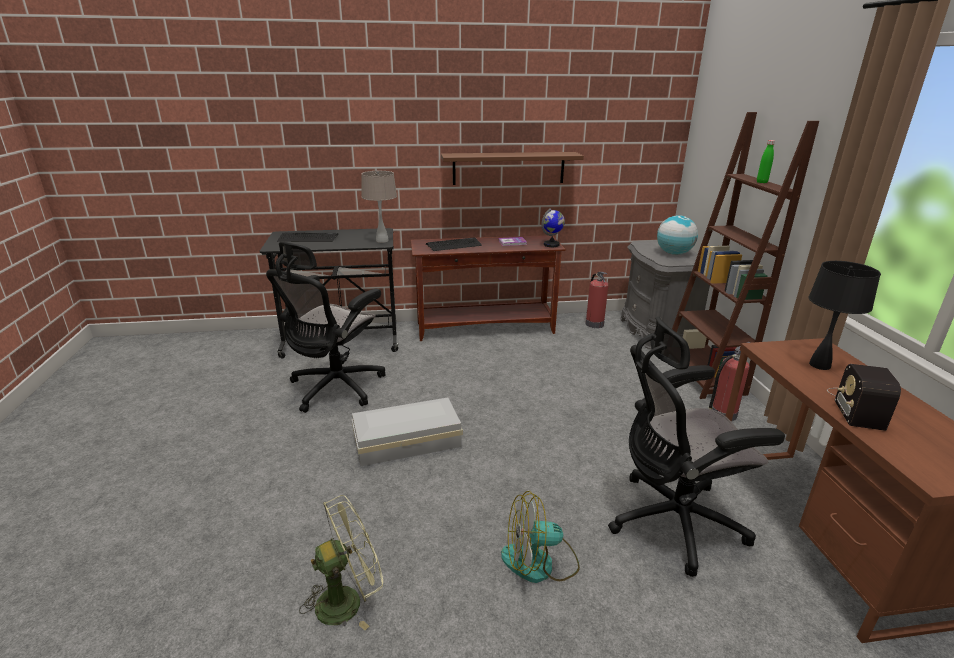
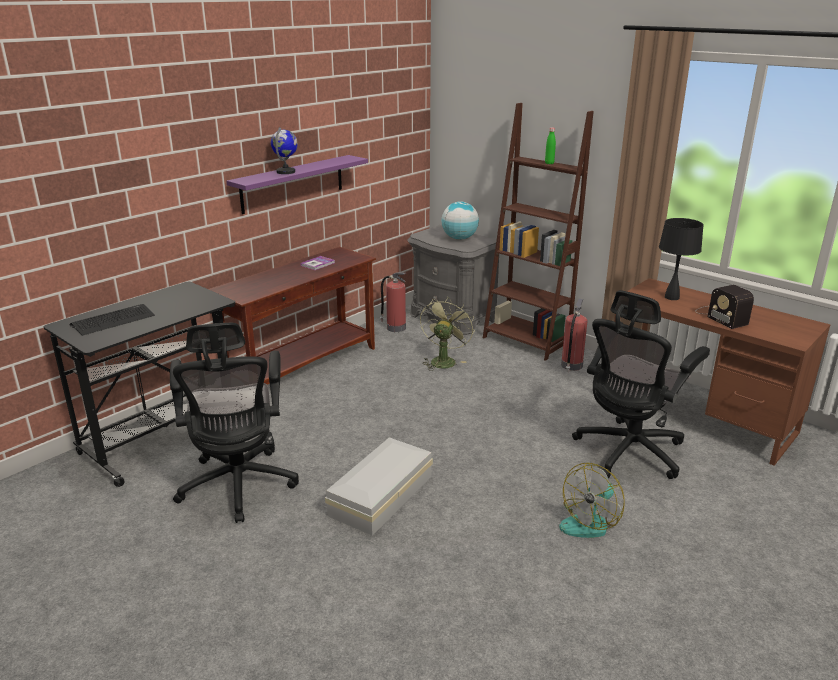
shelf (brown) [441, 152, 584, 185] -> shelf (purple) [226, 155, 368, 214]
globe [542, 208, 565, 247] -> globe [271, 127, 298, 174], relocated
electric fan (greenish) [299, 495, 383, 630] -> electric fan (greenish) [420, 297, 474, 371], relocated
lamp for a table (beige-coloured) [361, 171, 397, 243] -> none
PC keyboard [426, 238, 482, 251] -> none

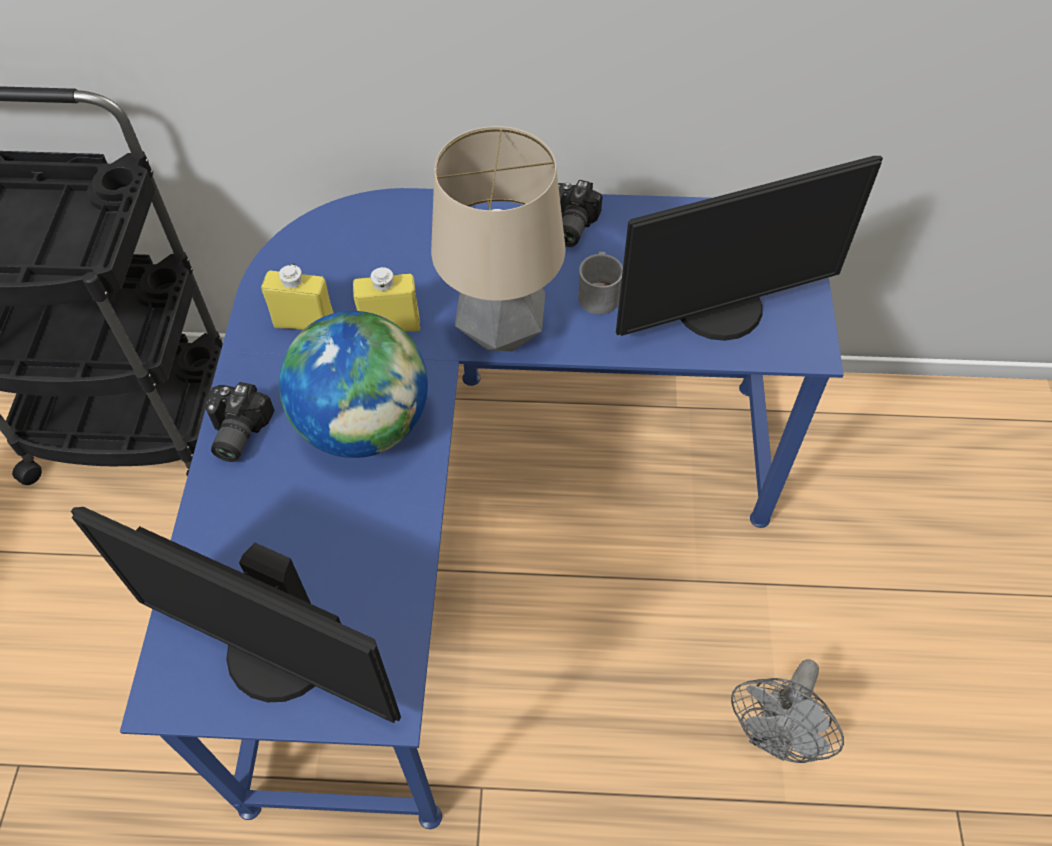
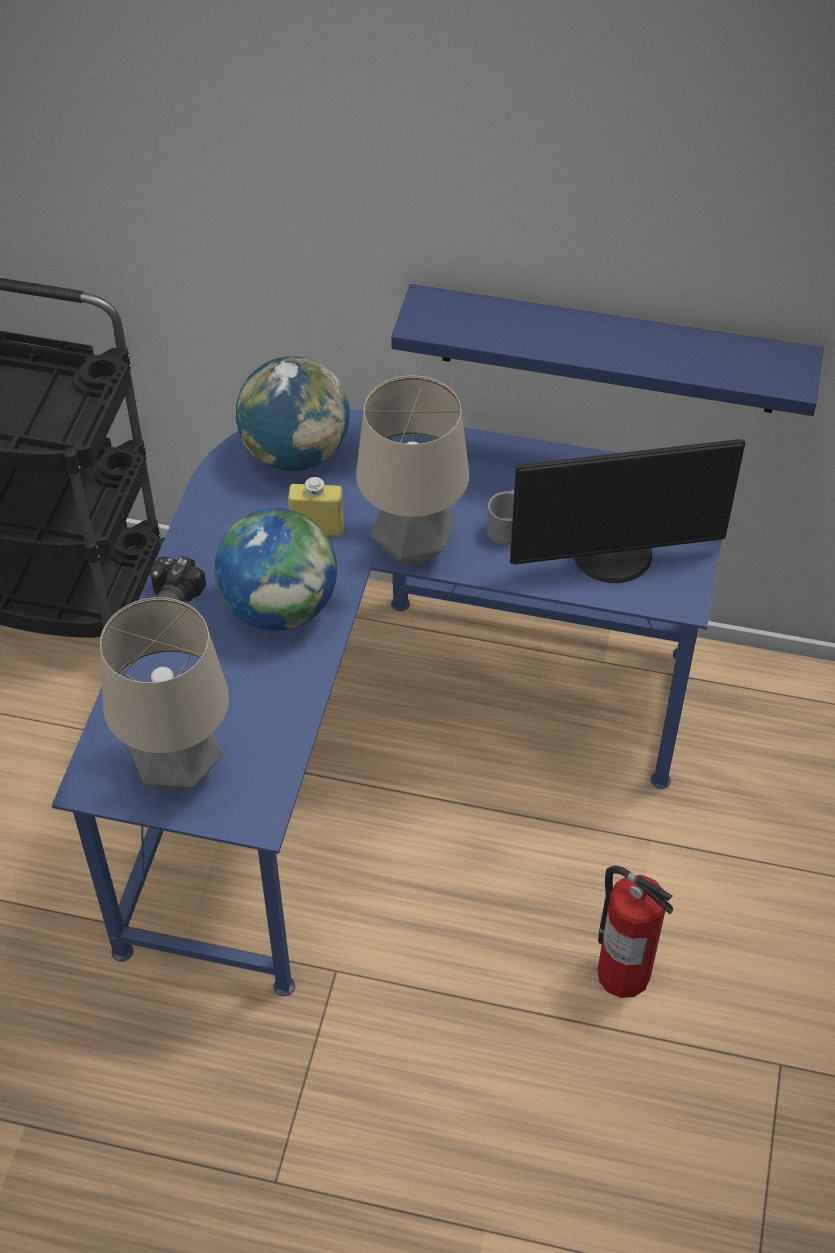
computer display [71, 507, 401, 723] -> lamp for a table [100, 597, 229, 792]
none -> globe [236, 356, 350, 471]
none -> shelf (bluish) [391, 284, 824, 416]
electric fan (grey) [731, 659, 844, 763] -> fire extinguisher [597, 865, 673, 998]
bottle (yellow) [261, 264, 333, 330] -> none
still camera [558, 180, 603, 247] -> none

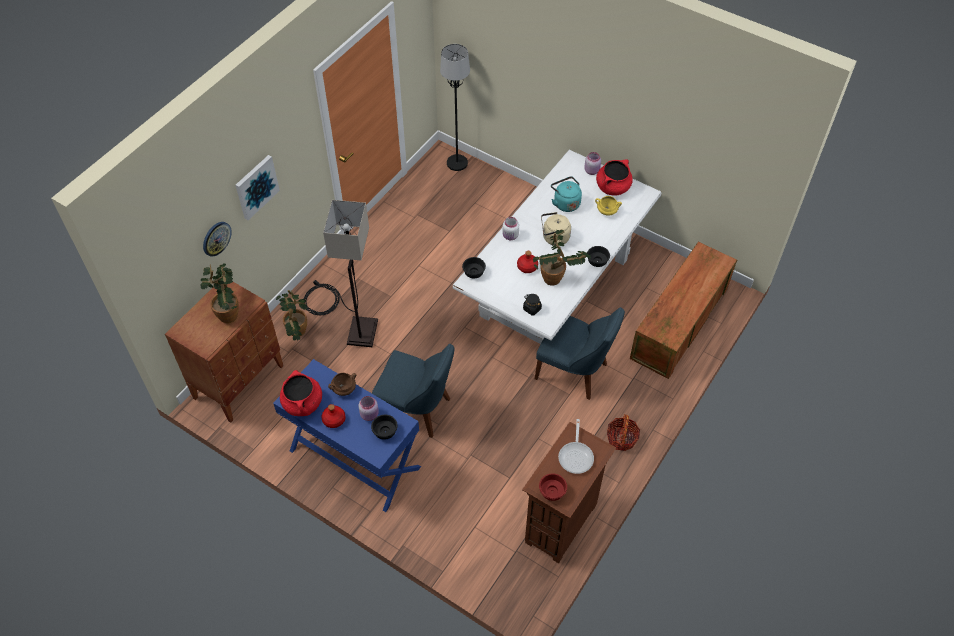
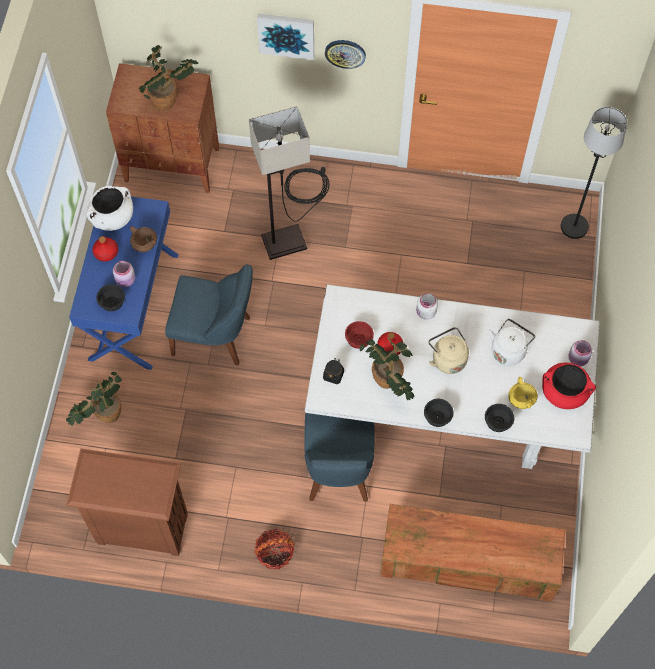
plant in a pot [276, 290, 307, 340] -> plant in a pot [66, 372, 122, 426], relocated
cooking pot (red-coloured) [280, 370, 322, 416] -> cooking pot (white-coloured) [86, 186, 133, 231]
chair (bluish) [372, 344, 454, 438] -> chair (bluish) [165, 264, 253, 365], 75 degrees counterclockwise
wall clock [203, 222, 232, 256] -> wall clock [325, 40, 366, 69], relocated
bowl (red-coloured) [539, 473, 567, 501] -> bowl (red-coloured) [345, 321, 374, 349], relocated
bowl (black-coloured) [462, 257, 486, 278] -> bowl (black-coloured) [485, 404, 514, 432], relocated
kettle (turquoise) [551, 176, 582, 212] -> kettle (white-coloured) [489, 319, 535, 366]
frying pan [558, 419, 594, 474] -> none

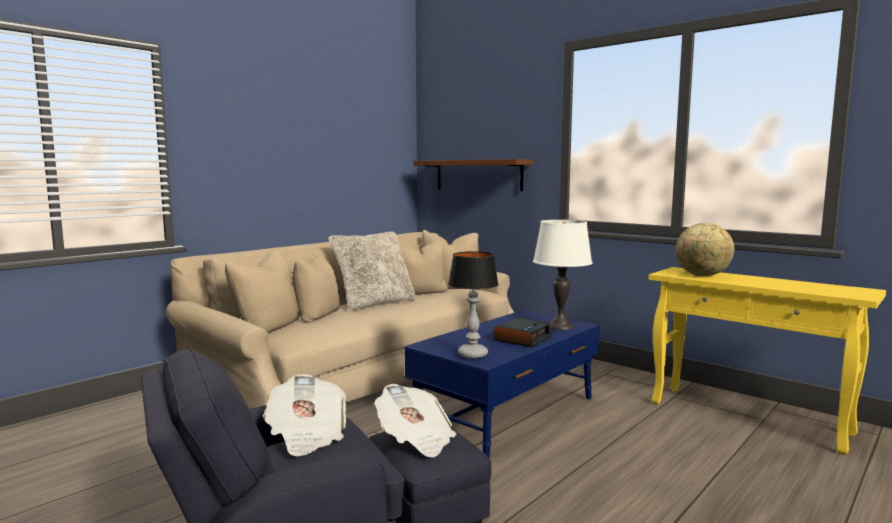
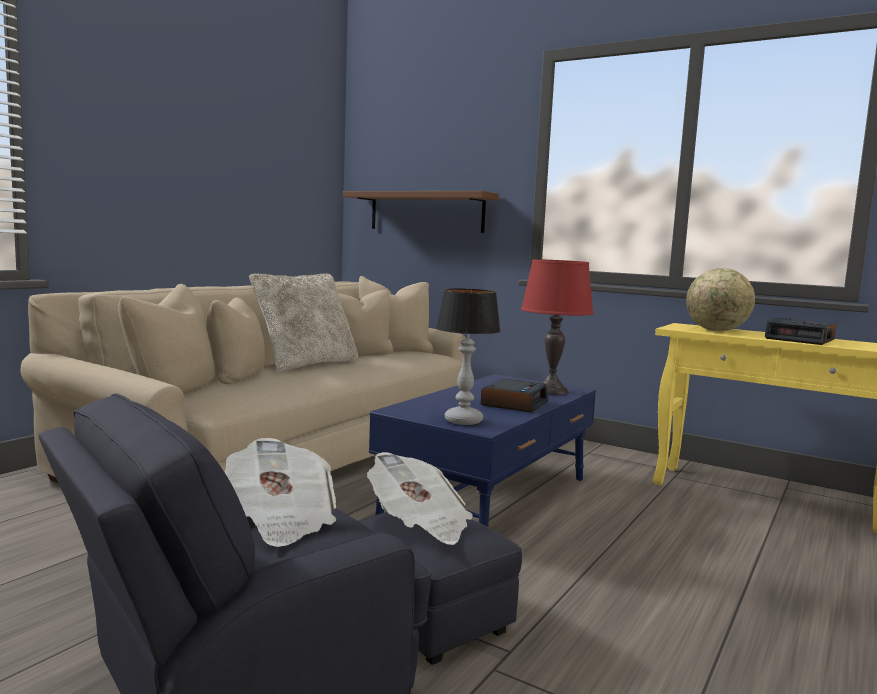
lamp for a table (white-coloured) [533, 220, 593, 330] -> lamp for a table (red-coloured) [521, 259, 594, 395]
none -> bedside clock [765, 318, 836, 345]

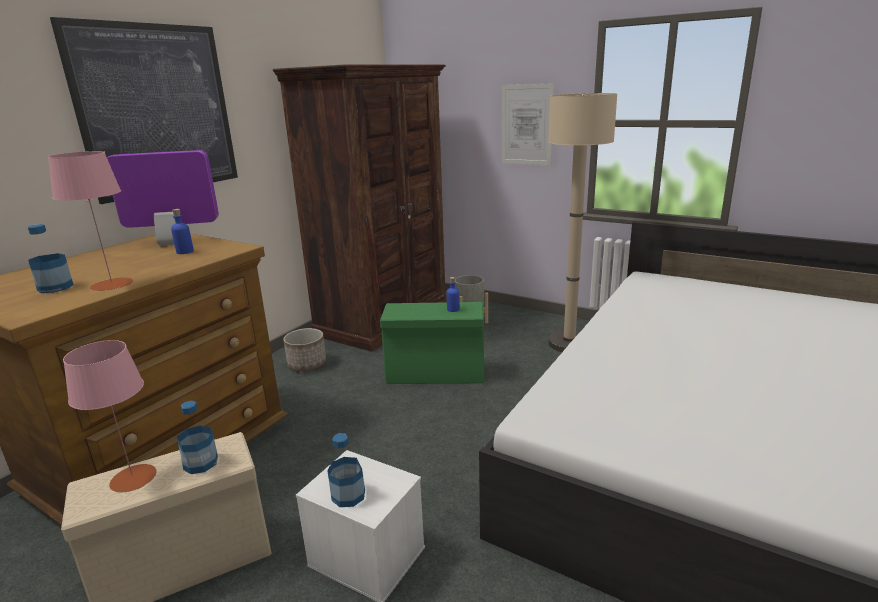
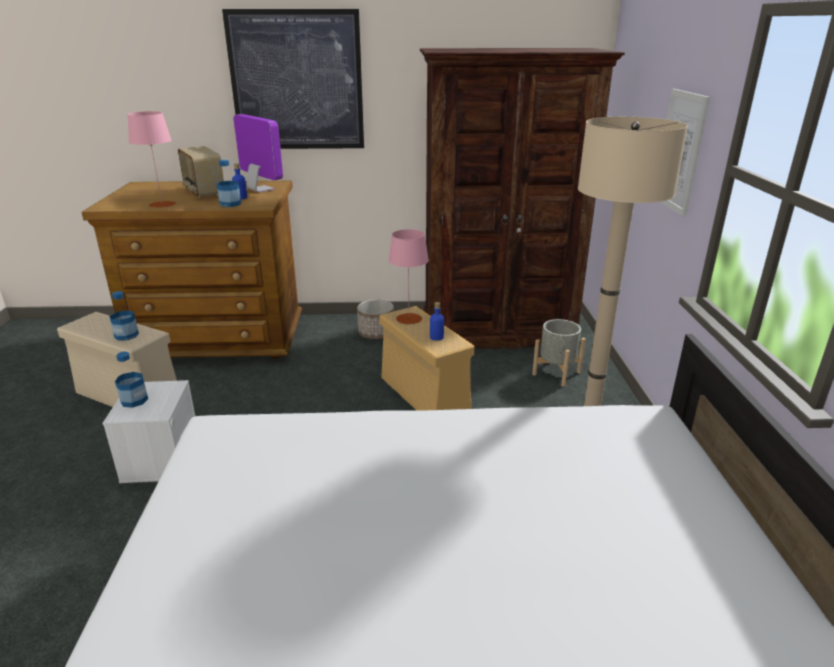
none -> radio receiver [178, 146, 224, 198]
bottle [28, 224, 74, 293] -> bottle [217, 160, 241, 207], relocated
storage box (greenish) [380, 302, 484, 384] -> storage box (beige-coloured) [379, 306, 475, 411]
lamp for a table (pinkish) [63, 340, 156, 492] -> lamp for a table (pinkish) [388, 229, 429, 324], relocated

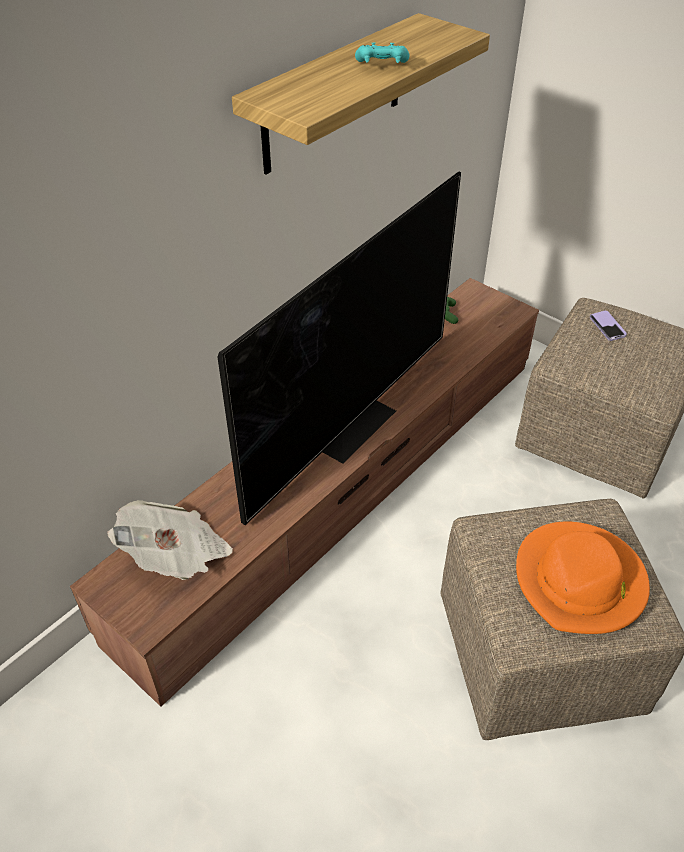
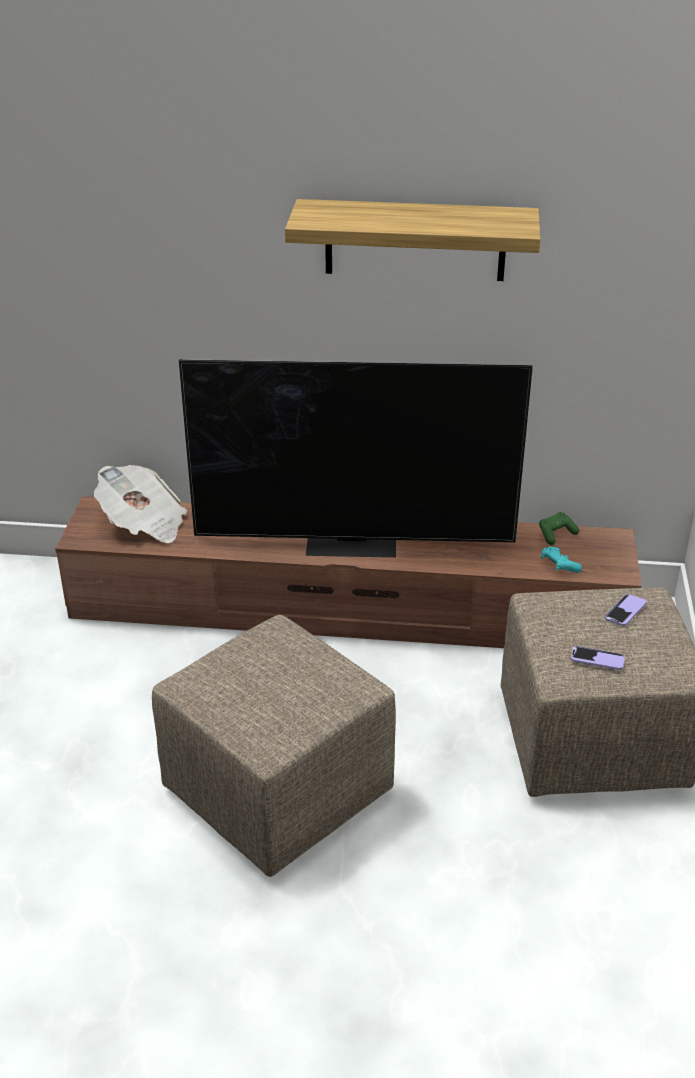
game controller (turquoise) [355, 42, 410, 63] -> game controller (turquoise) [541, 547, 582, 573], relocated
none -> phone [571, 646, 625, 670]
hat (orange-coloured) [516, 521, 650, 634] -> none

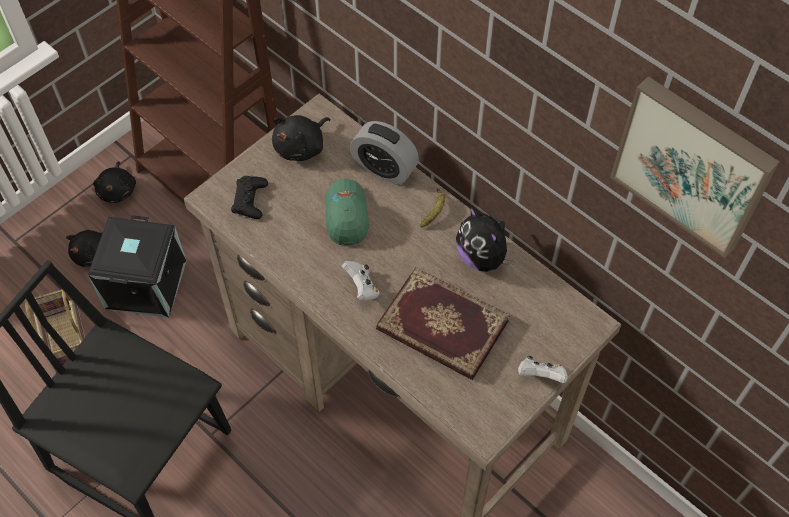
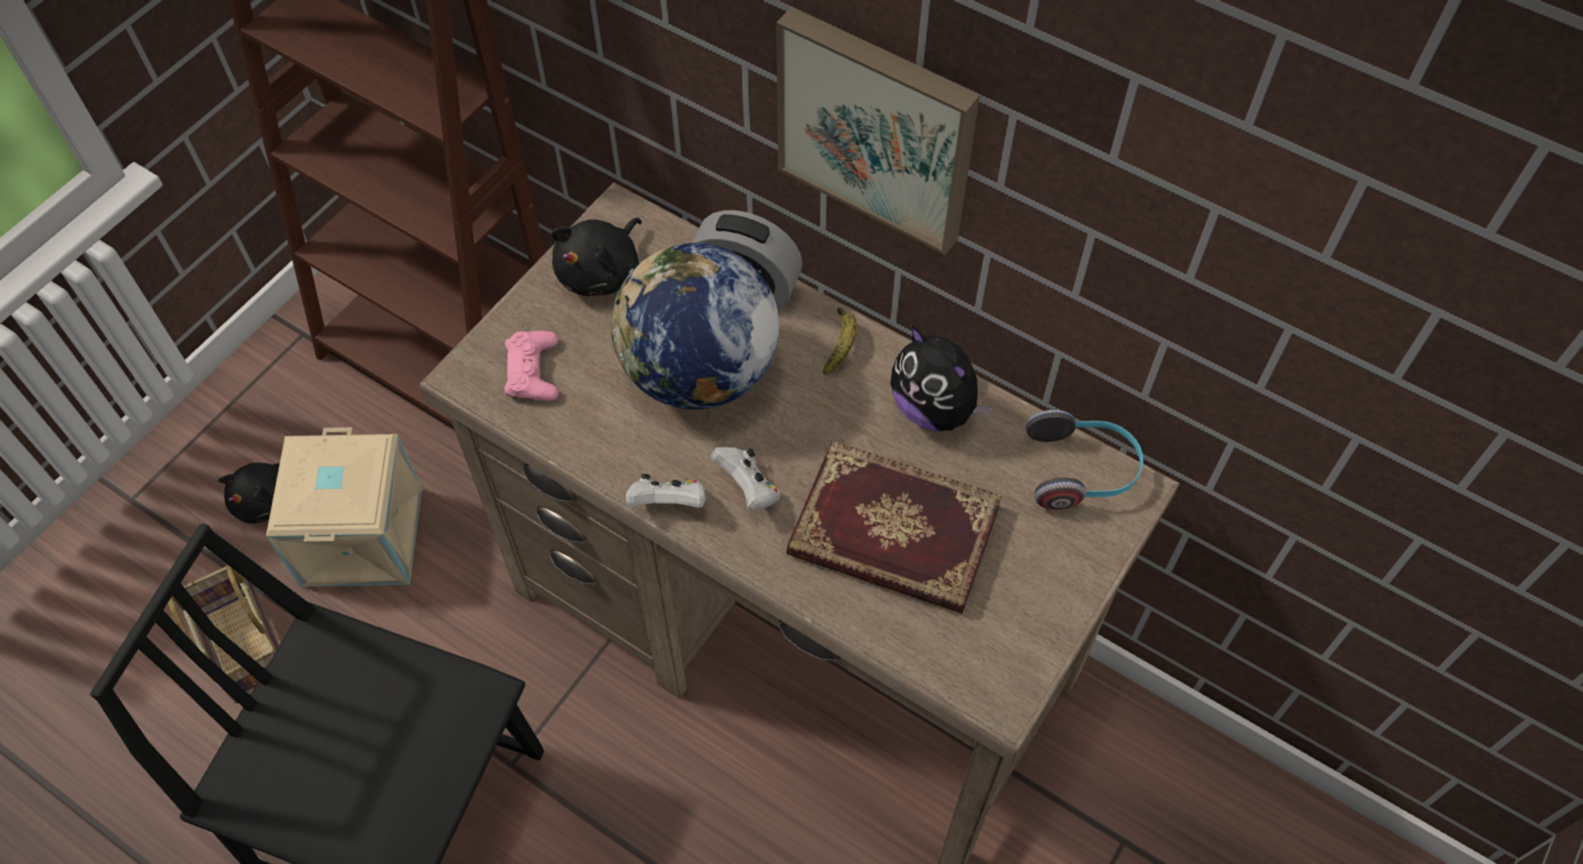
storage box (black-coloured) [88, 215, 186, 318] -> storage box (beige-coloured) [266, 427, 422, 587]
game controller (black-coloured) [231, 176, 268, 219] -> game controller (pinkish) [504, 331, 559, 401]
cap (greenish) [325, 179, 369, 245] -> globe [611, 243, 779, 409]
game controller (white-coloured) [518, 356, 568, 383] -> game controller (white-coloured) [626, 474, 706, 508], relocated
wall art [610, 76, 779, 258] -> wall art [776, 7, 980, 255], relocated
none -> headphones [1026, 410, 1143, 510]
cuddly toy (black-coloured) [93, 161, 136, 203] -> none

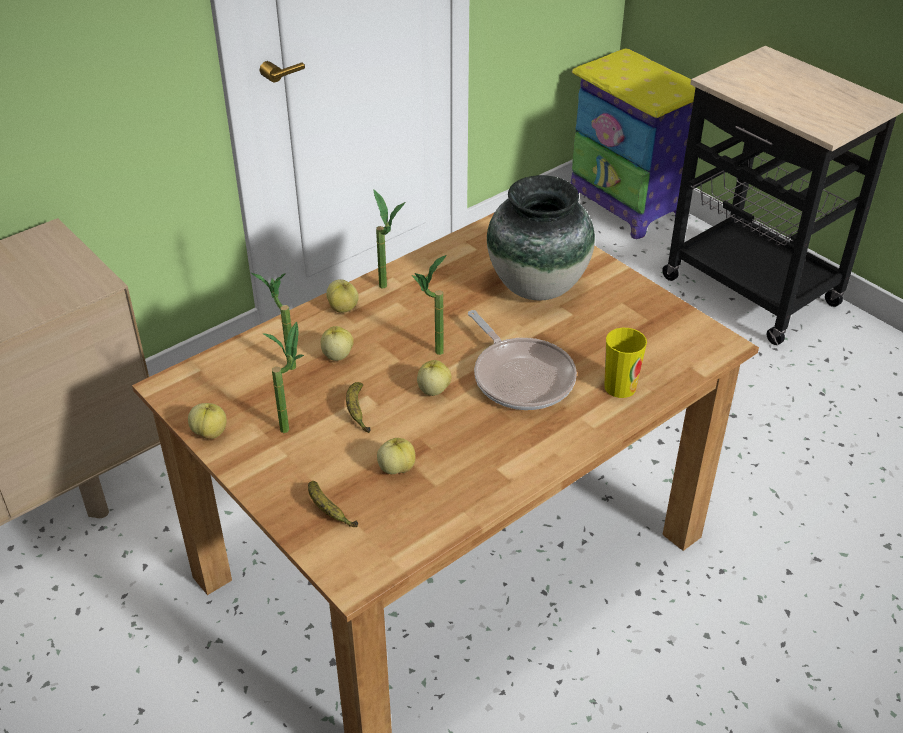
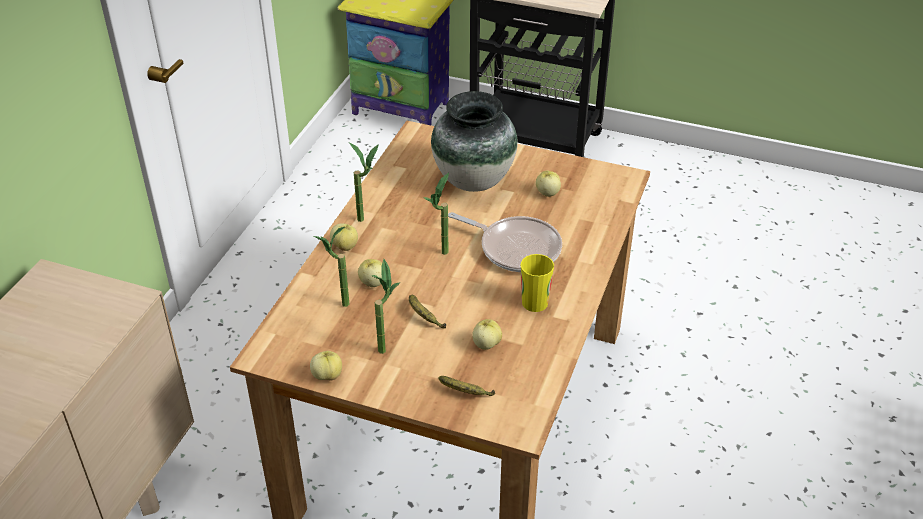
cup [604, 328, 647, 398] -> cup [521, 254, 554, 312], relocated
apple [417, 360, 451, 396] -> apple [536, 171, 561, 197], relocated

